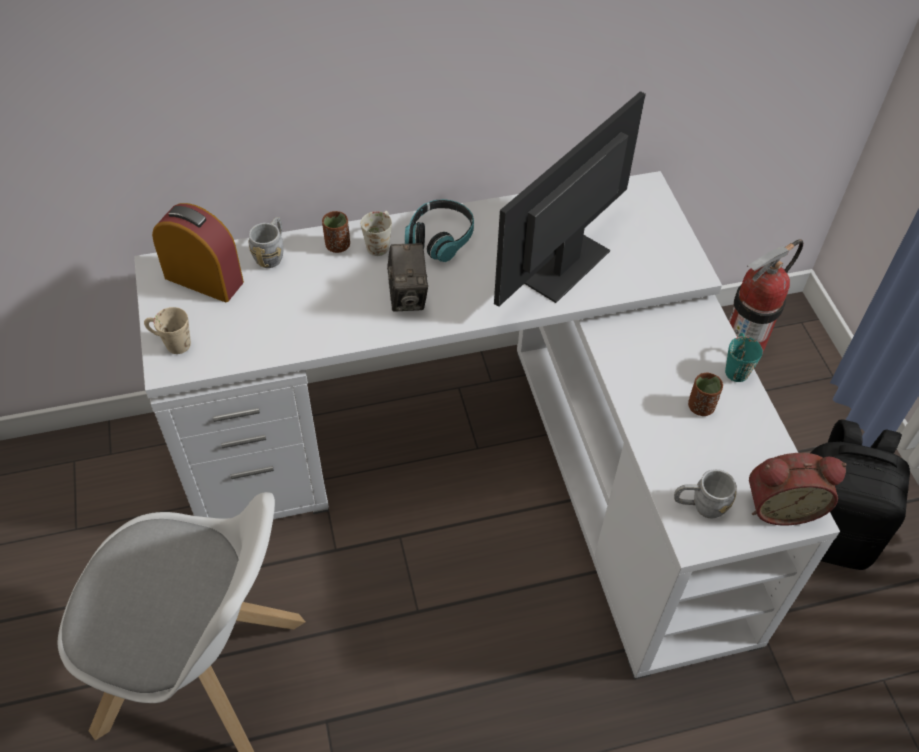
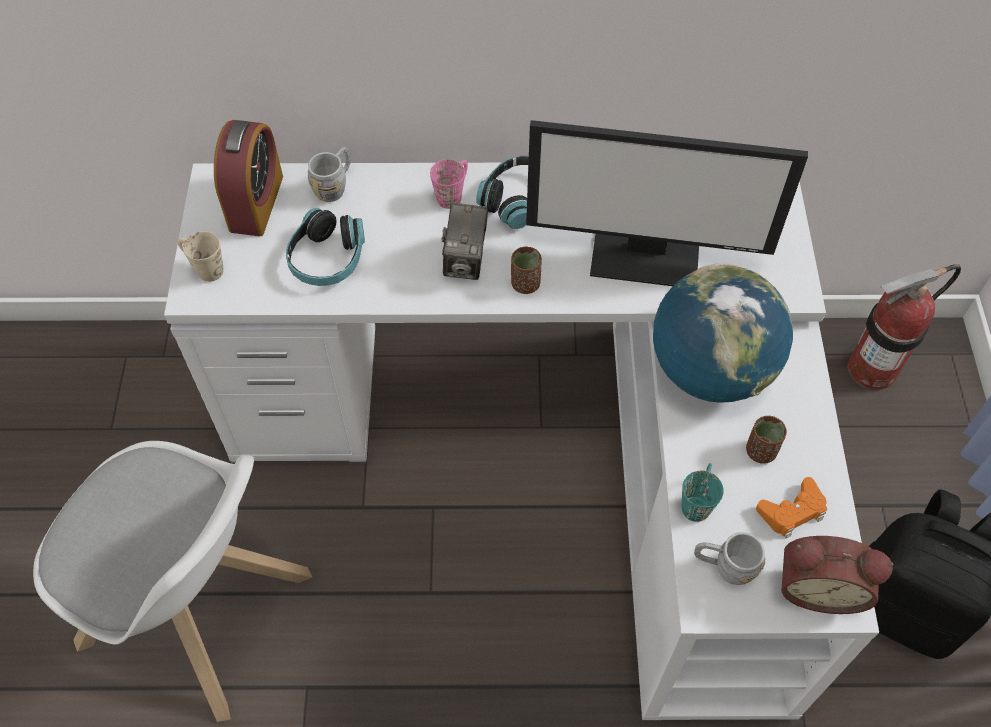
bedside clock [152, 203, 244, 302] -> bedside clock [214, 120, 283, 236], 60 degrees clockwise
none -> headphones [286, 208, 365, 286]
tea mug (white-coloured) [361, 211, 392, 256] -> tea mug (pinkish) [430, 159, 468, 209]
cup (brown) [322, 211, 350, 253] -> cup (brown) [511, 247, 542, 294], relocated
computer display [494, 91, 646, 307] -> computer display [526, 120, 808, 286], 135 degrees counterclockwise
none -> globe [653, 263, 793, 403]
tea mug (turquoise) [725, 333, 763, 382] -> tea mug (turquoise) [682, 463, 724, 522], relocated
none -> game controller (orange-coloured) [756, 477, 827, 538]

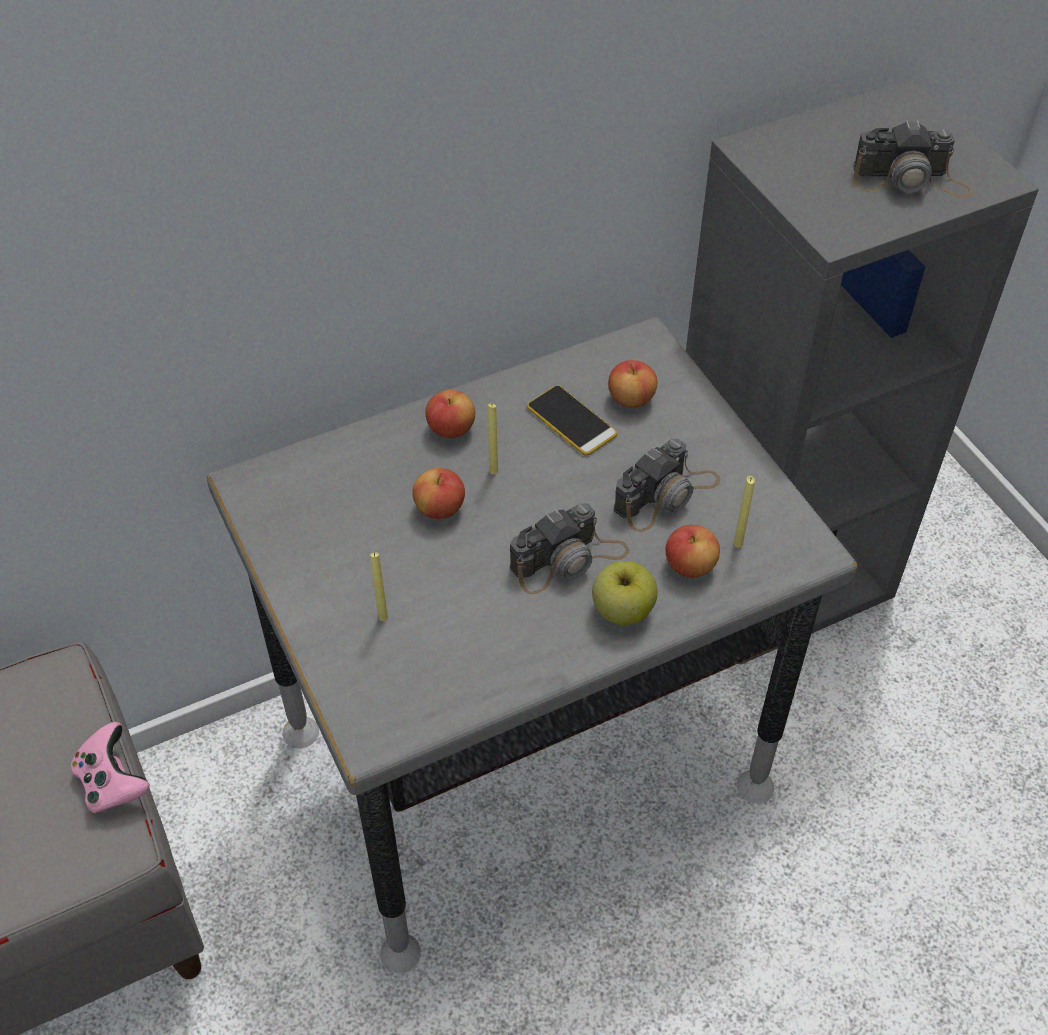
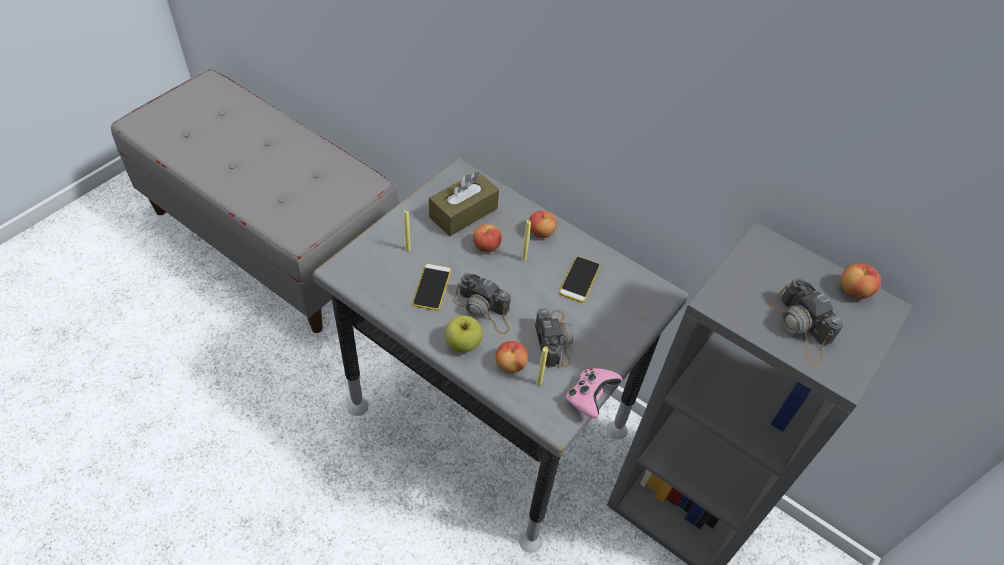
none -> phone [412, 264, 451, 311]
none -> tissue holder (brown) [429, 171, 499, 236]
still camera [614, 438, 721, 532] -> still camera [535, 308, 574, 367], 120 degrees counterclockwise
game controller (pinkish) [71, 722, 150, 813] -> game controller (pinkish) [566, 368, 622, 418], relocated
apple [608, 360, 657, 408] -> apple [841, 263, 881, 299], relocated

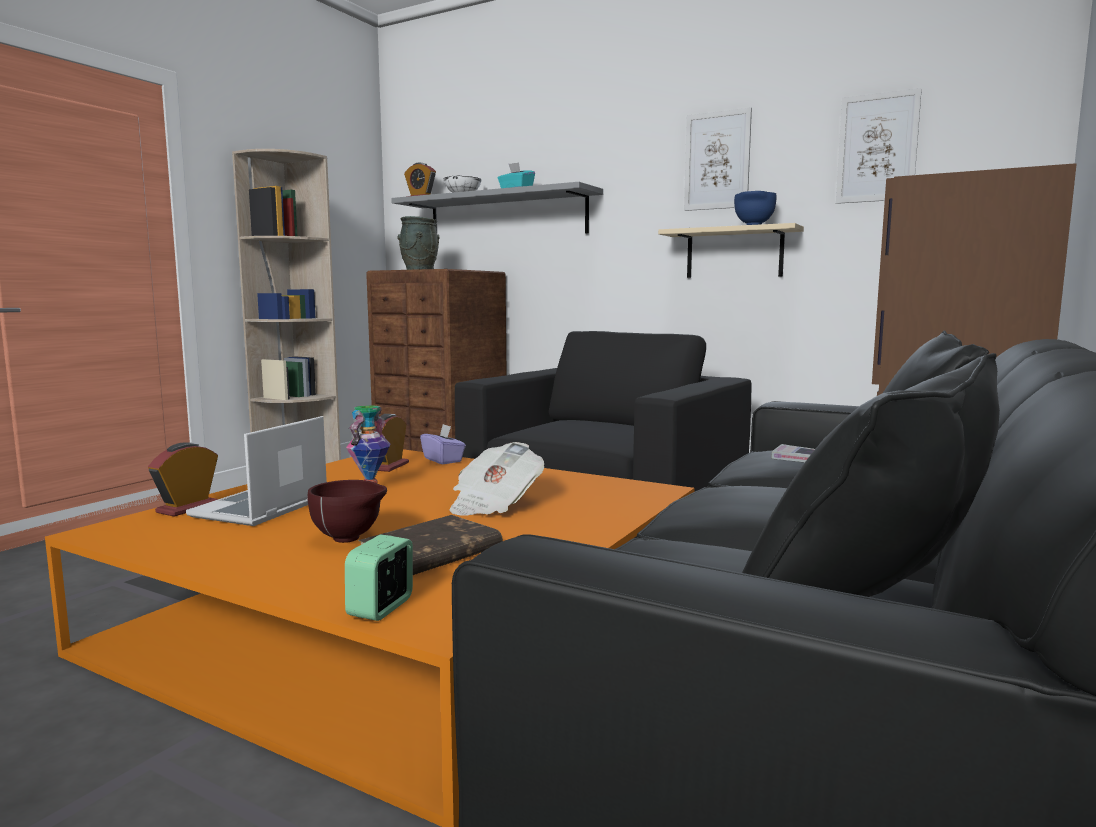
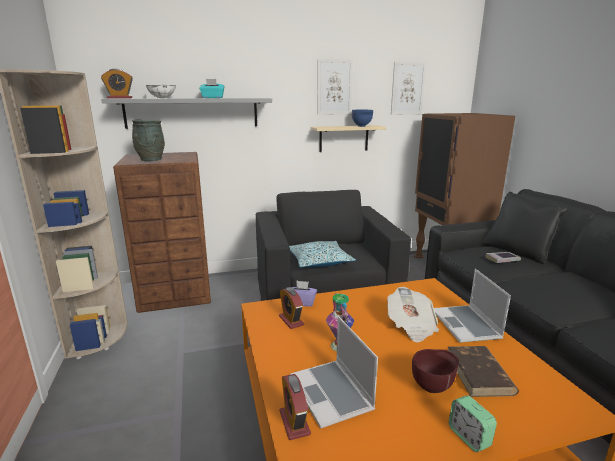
none -> pillow [289, 241, 356, 268]
none -> laptop [434, 269, 511, 343]
bedside clock [345, 534, 413, 621] -> bedside clock [449, 395, 497, 452], relocated

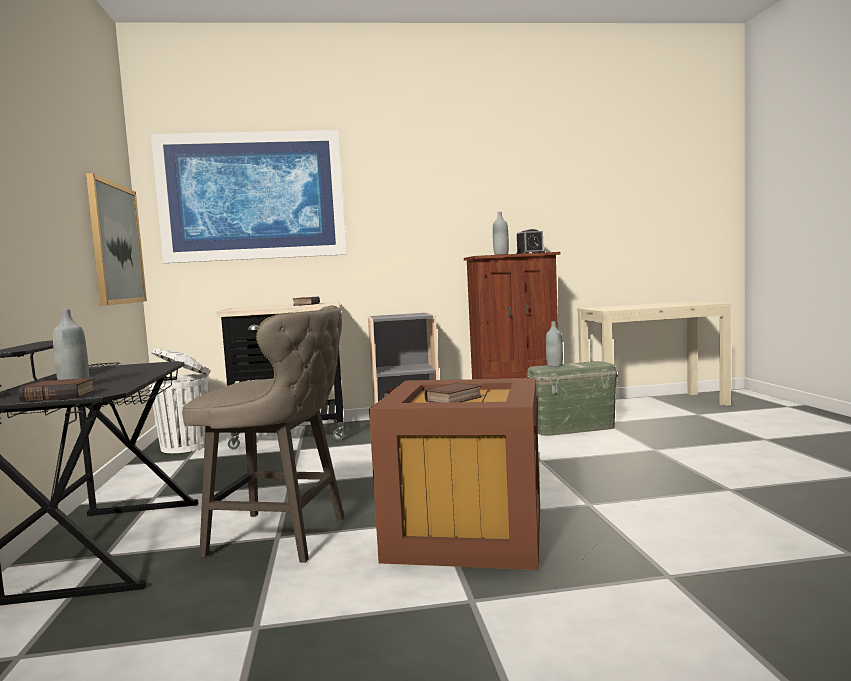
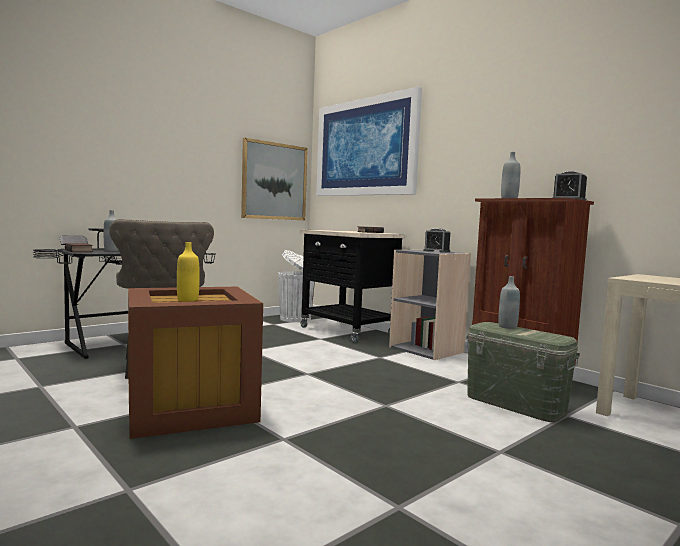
bound book [425, 382, 482, 403] -> bottle (yellow) [177, 242, 200, 302]
none -> bedside clock [423, 228, 450, 253]

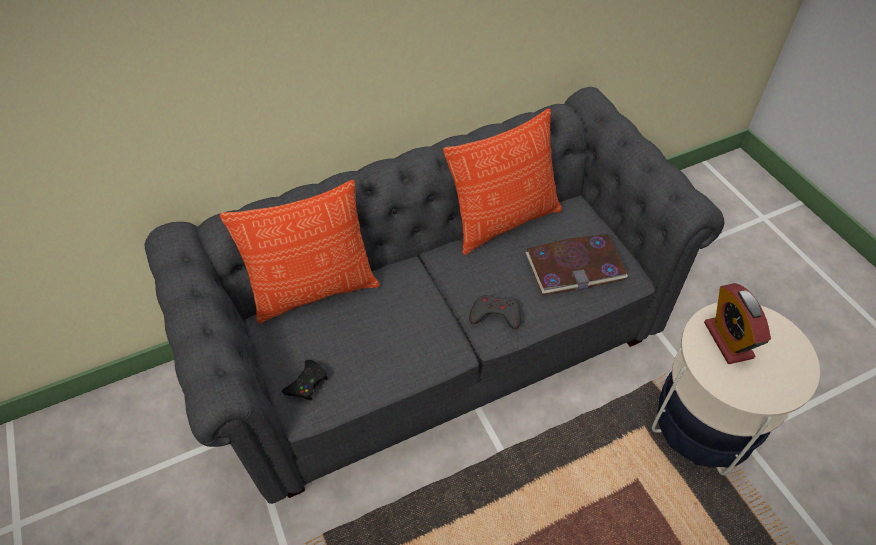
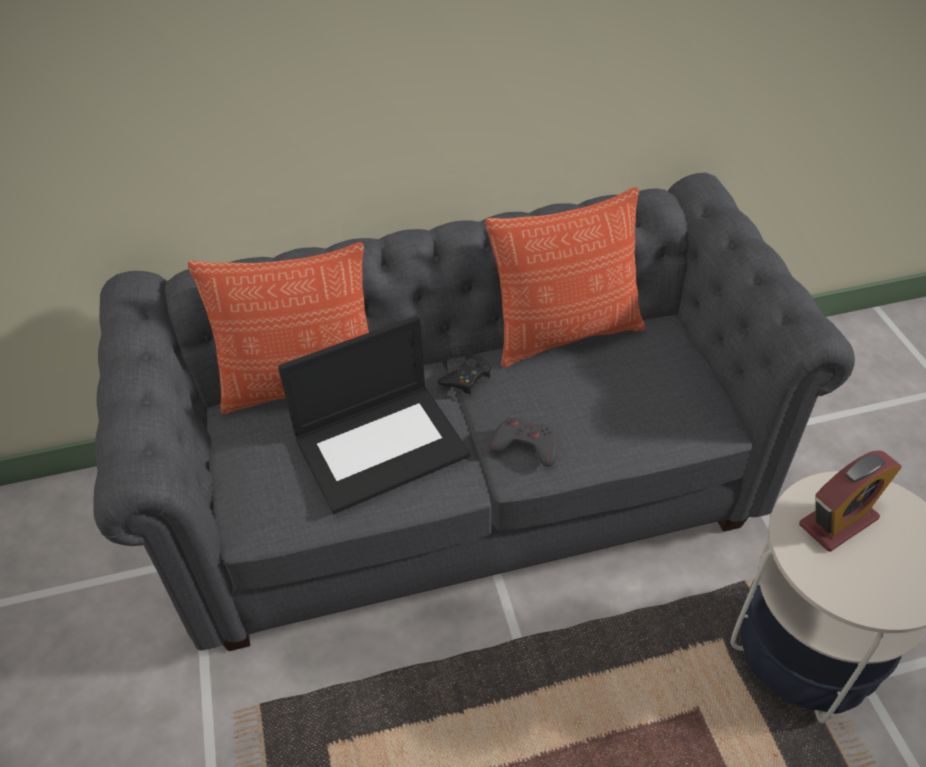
none -> laptop [278, 316, 470, 514]
game controller (black-coloured) [282, 360, 328, 400] -> game controller (black-coloured) [437, 354, 491, 395], relocated
bedside clock [704, 283, 771, 364] -> bedside clock [799, 450, 902, 552], 120 degrees counterclockwise
bound book [525, 234, 628, 295] -> none

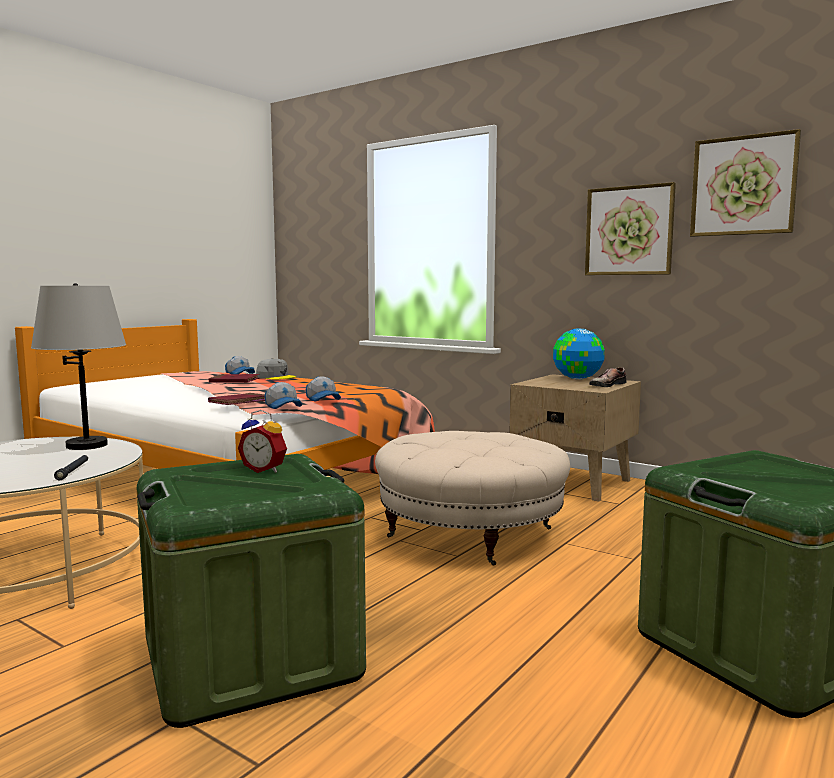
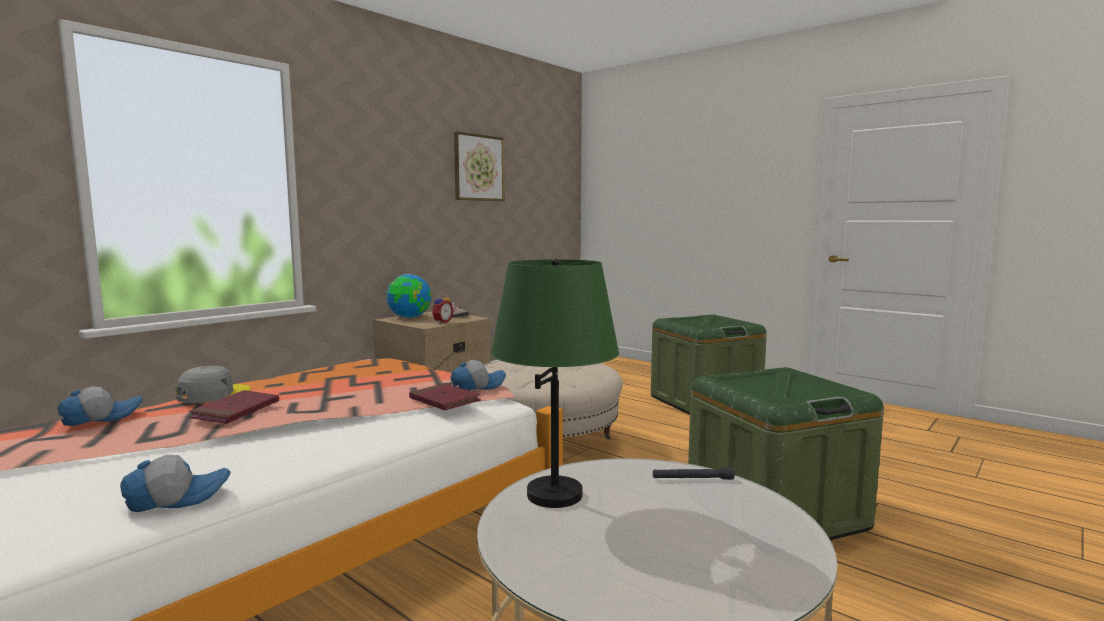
cap [306, 376, 341, 402] -> cap [120, 455, 230, 512], relocated
bedside clock [238, 410, 287, 473] -> bedside clock [432, 293, 453, 324], relocated
lamp for a table (grey) [31, 283, 126, 450] -> lamp for a table (greenish) [491, 259, 619, 508]
wall art [585, 182, 676, 275] -> none

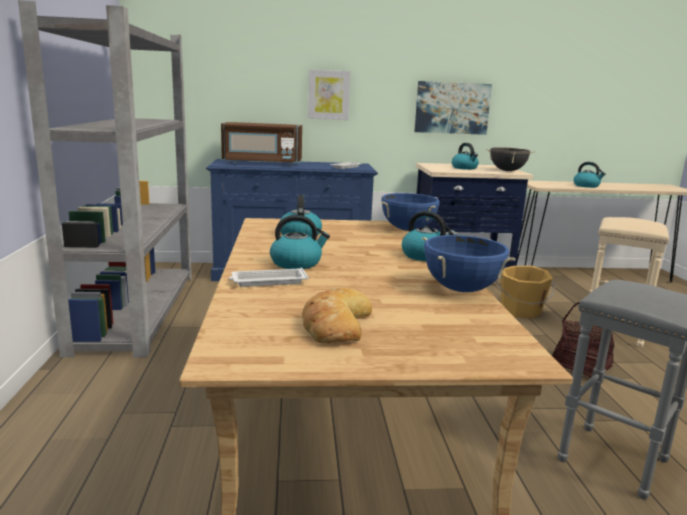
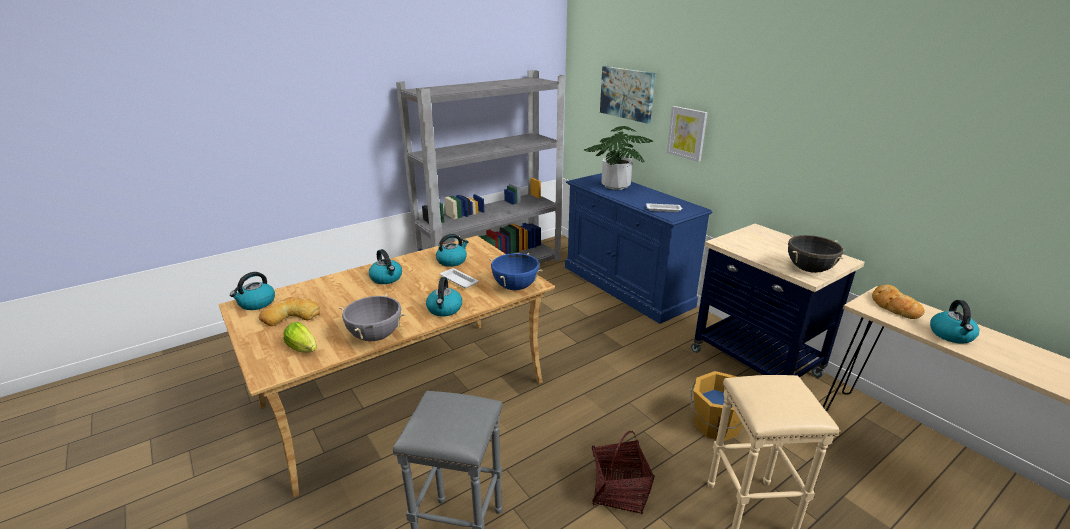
kettle [452, 143, 479, 170] -> kettle [230, 272, 275, 310], relocated
none -> lettuce head [283, 322, 317, 353]
cooking pot (bluish) [422, 235, 516, 292] -> cooking pot (grey) [339, 294, 406, 341]
tray (white-coloured) [229, 268, 309, 287] -> tray (white-coloured) [440, 268, 479, 288], relocated
kitchen microwave (brown) [221, 122, 302, 166] -> plant in a pot [584, 126, 654, 190]
wall art [414, 81, 492, 135] -> wall art [600, 66, 655, 124], relocated
none -> bakery bread [872, 285, 925, 319]

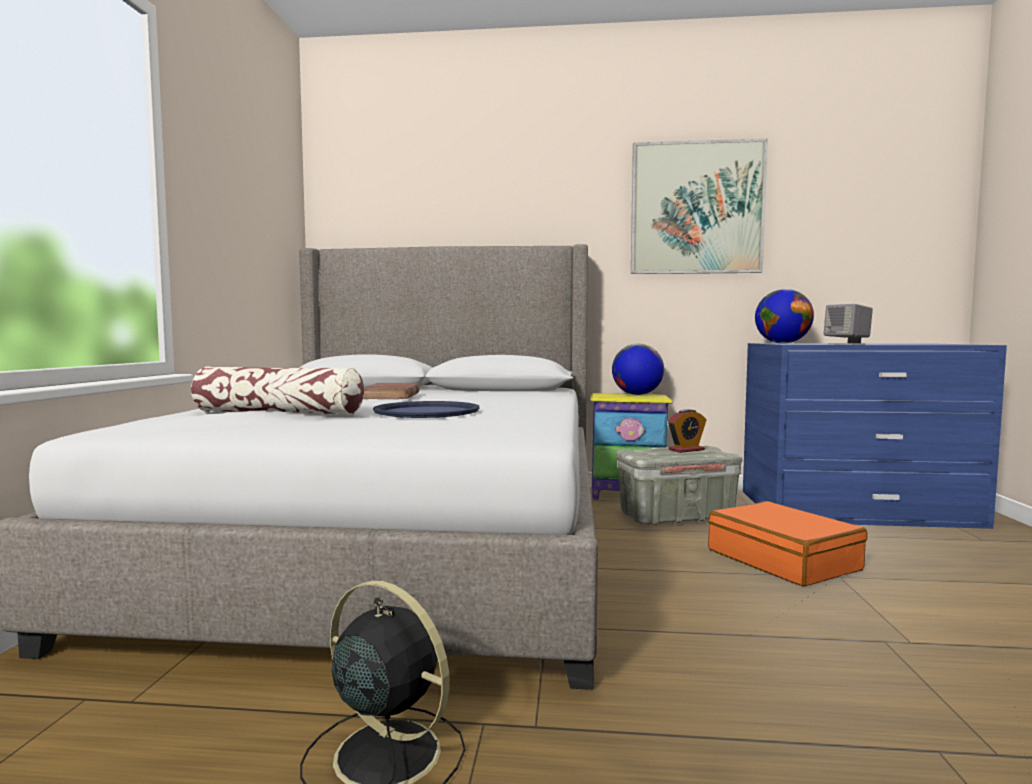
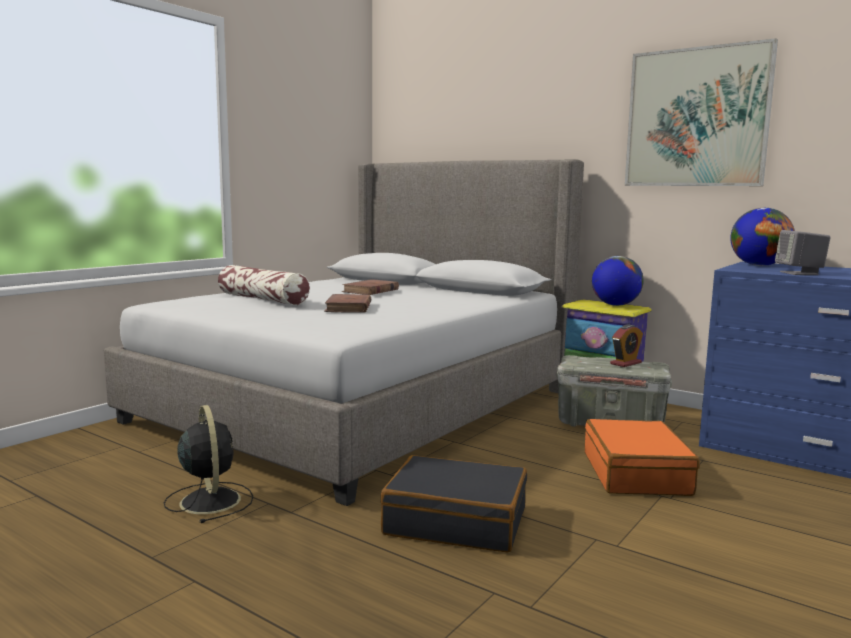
tray (bluish) [373, 401, 479, 418] -> bound book (brown) [324, 294, 371, 313]
none -> travel case (black-coloured) [381, 455, 527, 552]
bedside clock [668, 409, 707, 453] -> bedside clock [610, 324, 643, 367], 45 degrees counterclockwise

